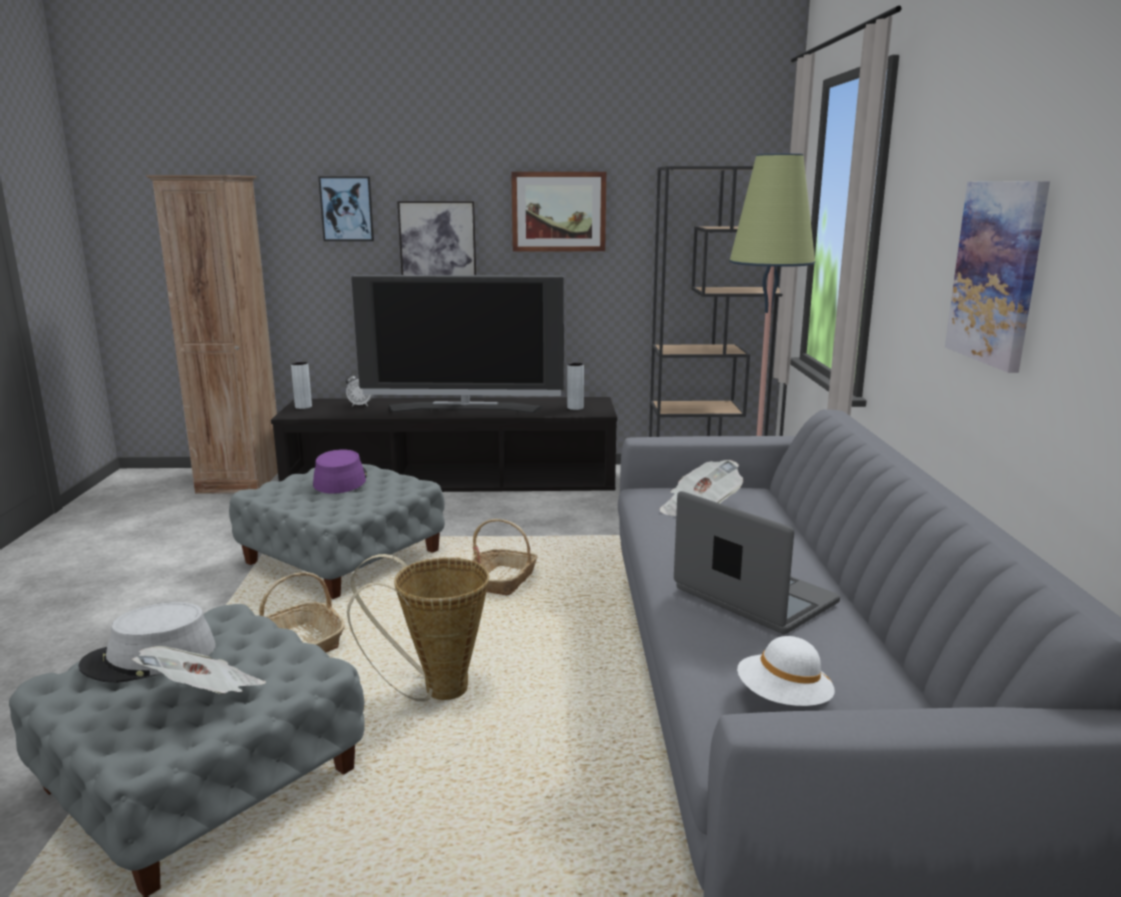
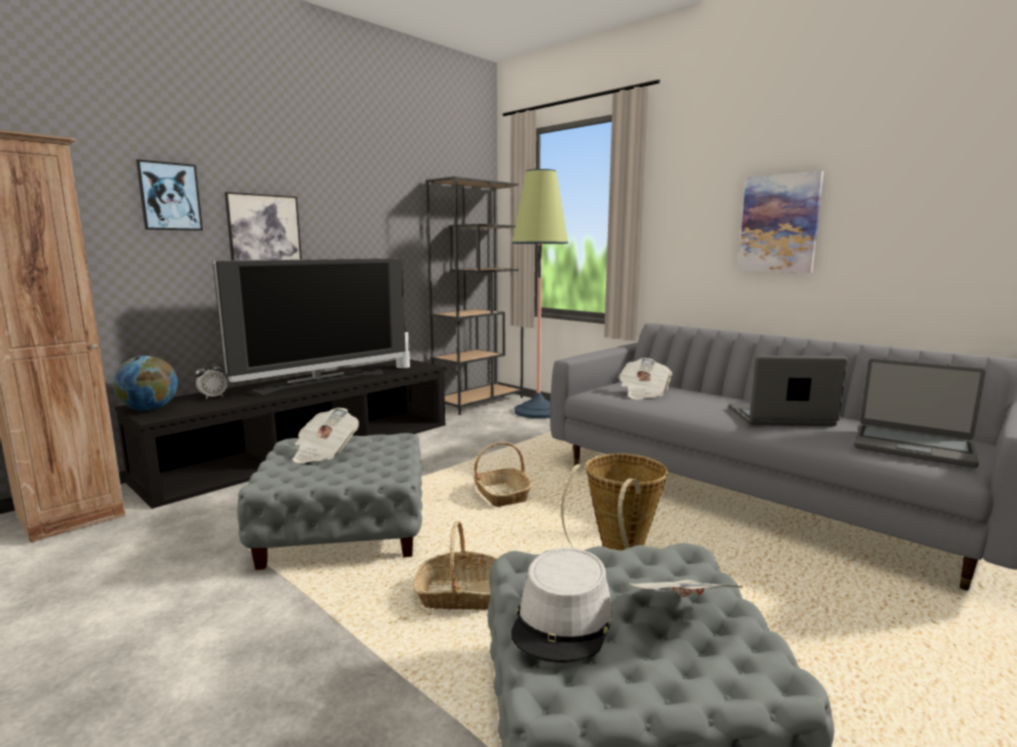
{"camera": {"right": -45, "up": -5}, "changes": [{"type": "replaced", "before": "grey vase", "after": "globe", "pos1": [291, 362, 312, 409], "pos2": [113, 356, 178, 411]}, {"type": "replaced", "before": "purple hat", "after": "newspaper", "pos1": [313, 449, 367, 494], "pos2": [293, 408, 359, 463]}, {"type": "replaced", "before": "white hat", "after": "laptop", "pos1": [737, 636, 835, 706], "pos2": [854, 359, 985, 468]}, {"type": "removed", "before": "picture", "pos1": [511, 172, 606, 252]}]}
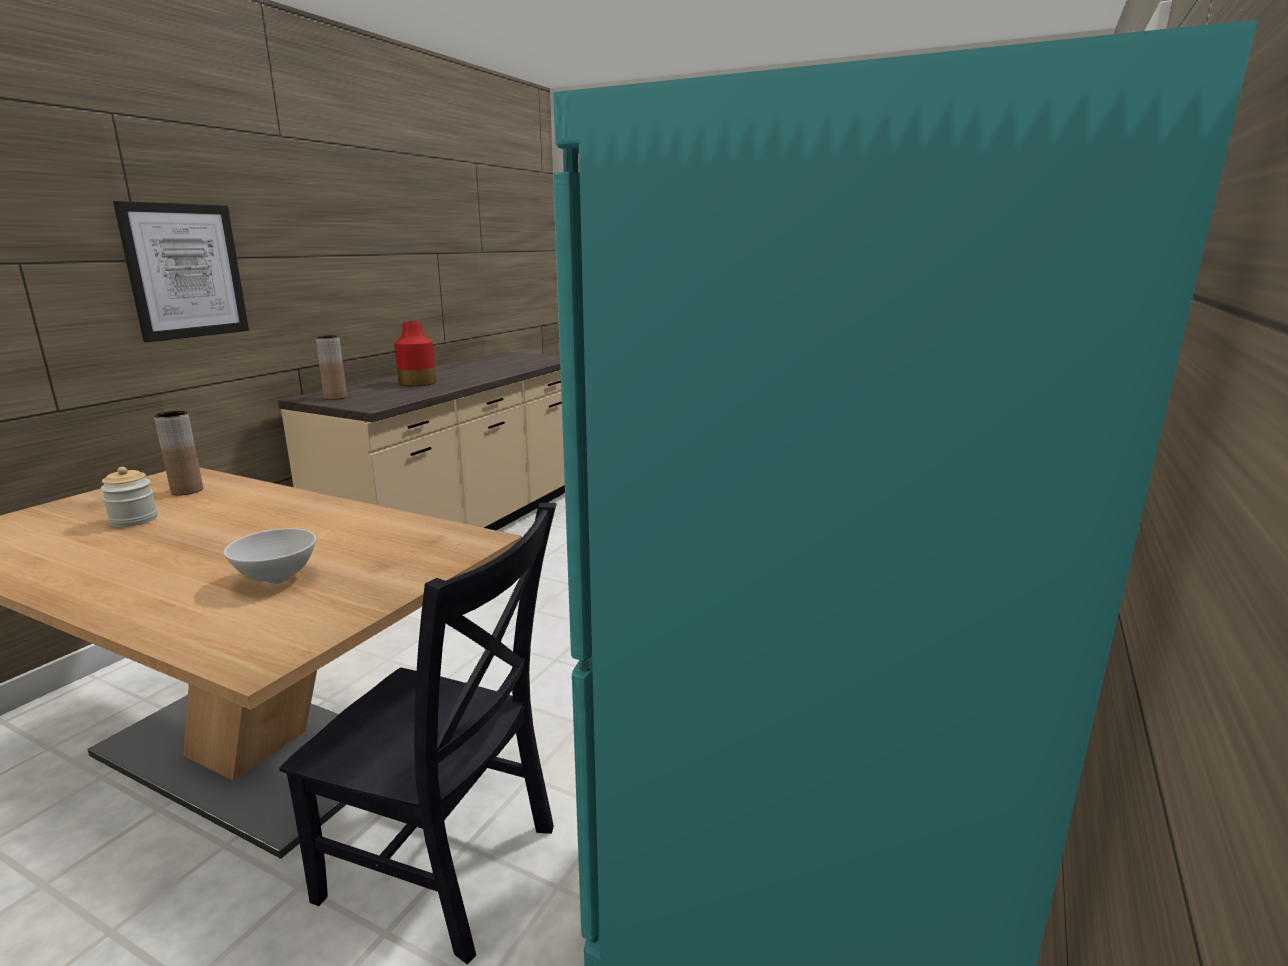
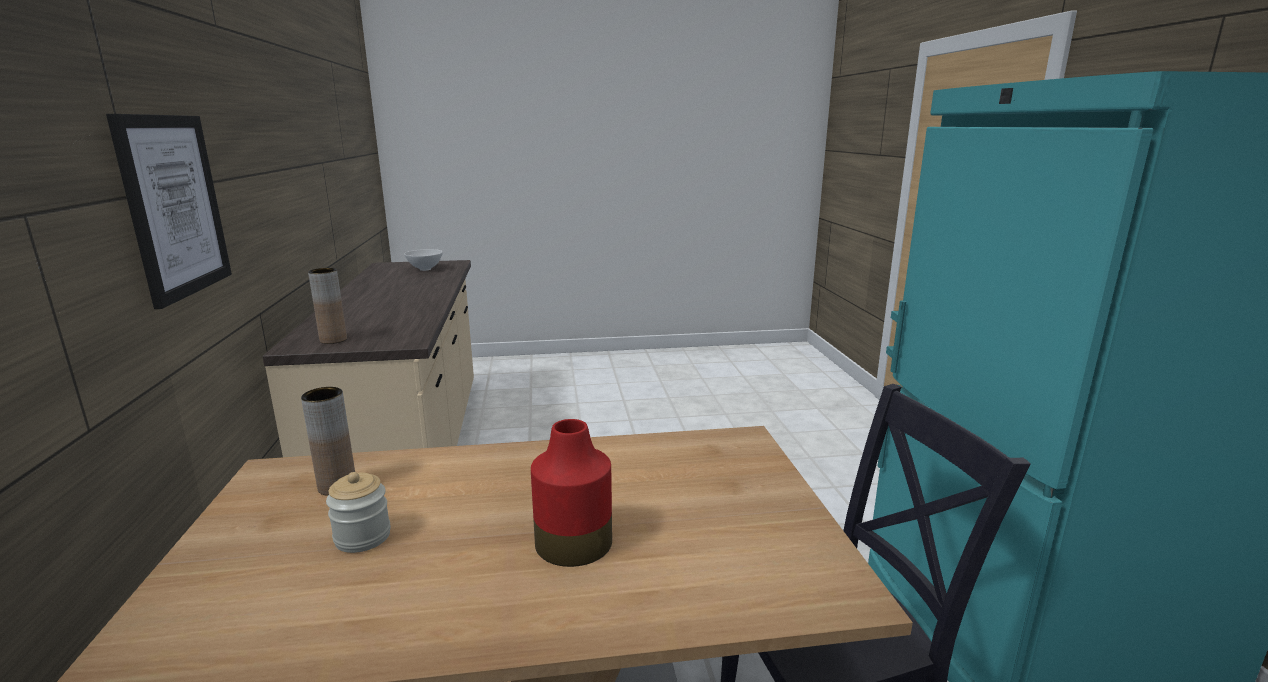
{"camera": {"right": -35, "up": 0}, "changes": [{"type": "moved", "before": "white bowl", "pos1": [224, 528, 316, 584], "pos2": [404, 249, 443, 271]}, {"type": "moved", "before": "red vase", "pos1": [394, 321, 436, 386], "pos2": [531, 419, 612, 567]}]}
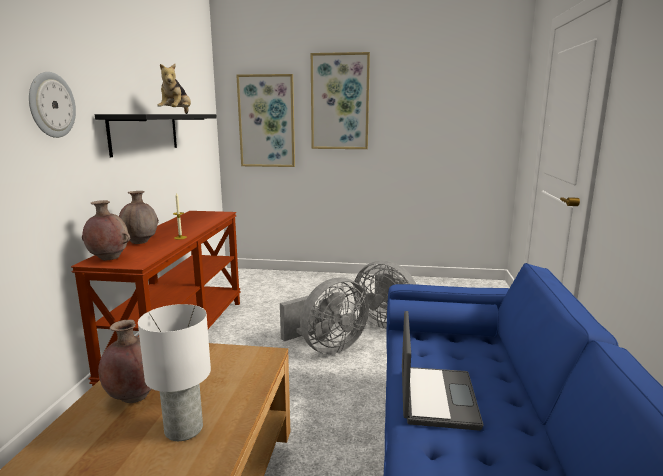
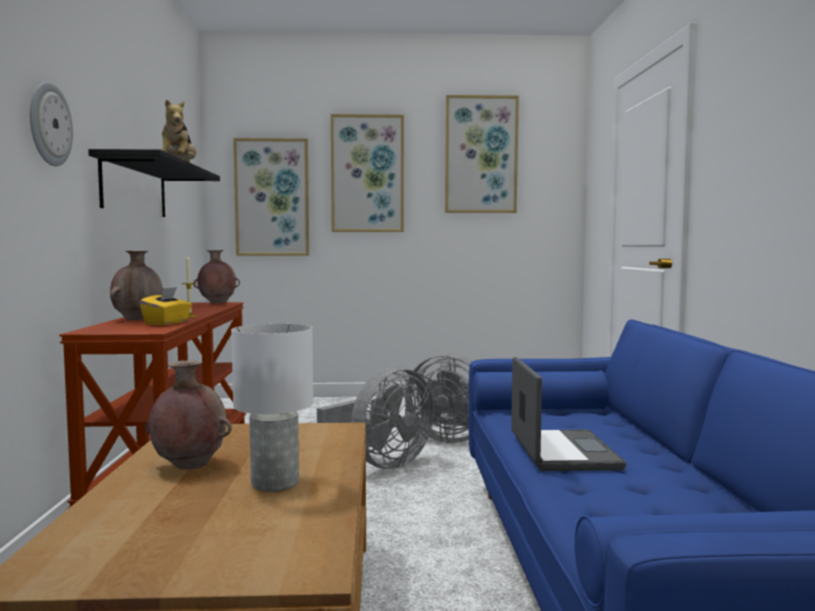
{"camera": {"right": -10, "up": -10}, "changes": [{"type": "added", "after": "yellow tissue box", "pos2": [139, 287, 192, 325]}, {"type": "moved", "before": "brown vase", "pos1": [82, 200, 130, 260], "pos2": [193, 250, 240, 304]}, {"type": "added", "after": "picture", "pos2": [445, 95, 519, 213]}]}
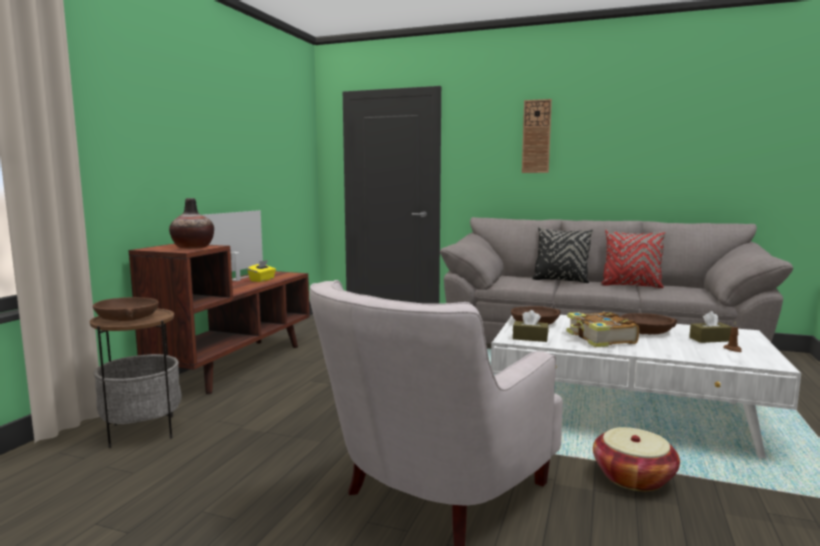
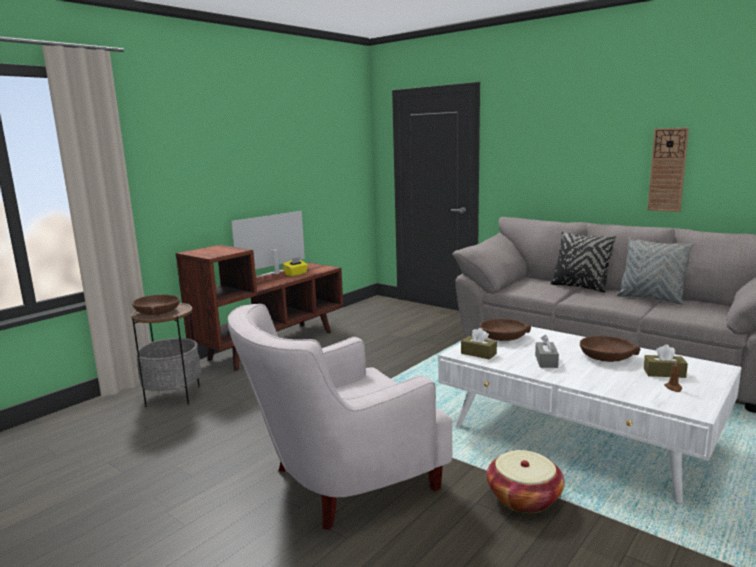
{"camera": {"right": 20, "up": 5}, "changes": [{"type": "replaced", "before": "book", "after": "grey tissue box", "pos1": [566, 311, 639, 347], "pos2": [535, 335, 559, 368]}, {"type": "recoloured", "before": "red pillow", "after": "grey pillow", "pos1": [601, 229, 666, 288], "pos2": [617, 237, 694, 305]}, {"type": "moved", "before": "wall clock", "pos1": [522, 99, 552, 173], "pos2": [648, 127, 689, 212]}, {"type": "removed", "before": "vase", "pos1": [169, 198, 214, 249]}]}
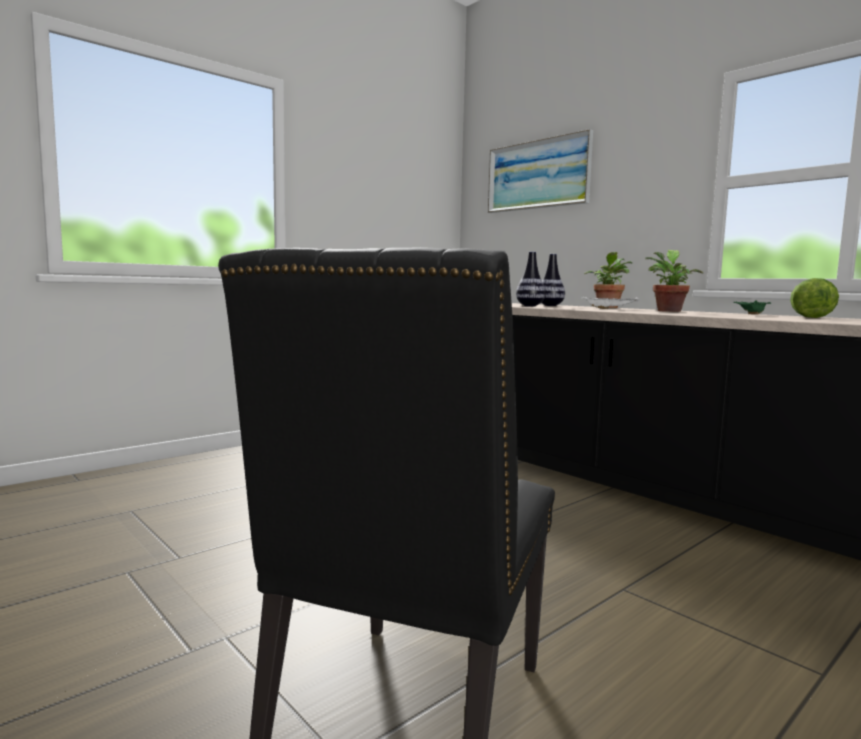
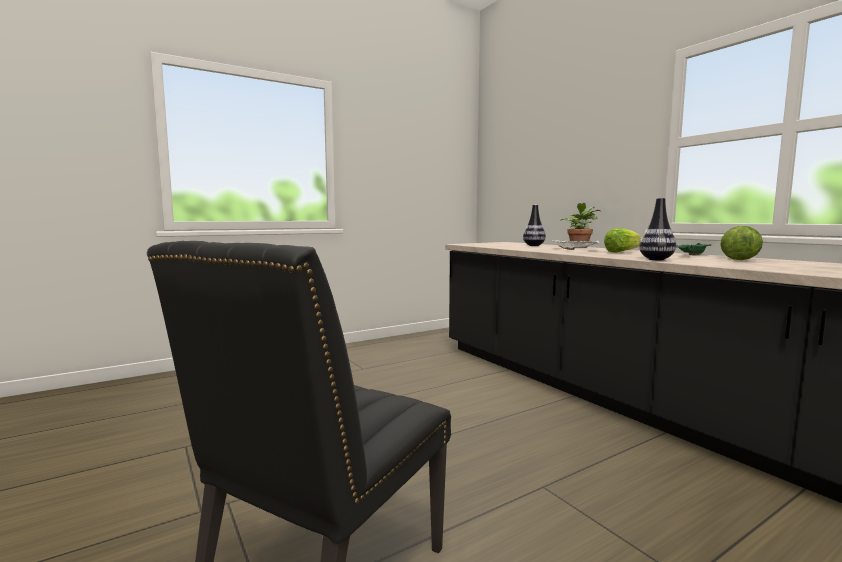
{"camera": {"right": 10, "up": 0}, "changes": [{"type": "replaced", "before": "potted plant", "after": "lettuce", "pos1": [645, 250, 703, 312], "pos2": [604, 228, 642, 253]}, {"type": "moved", "before": "vase", "pos1": [516, 252, 545, 306], "pos2": [639, 198, 676, 260]}, {"type": "removed", "before": "picture", "pos1": [488, 129, 593, 213]}]}
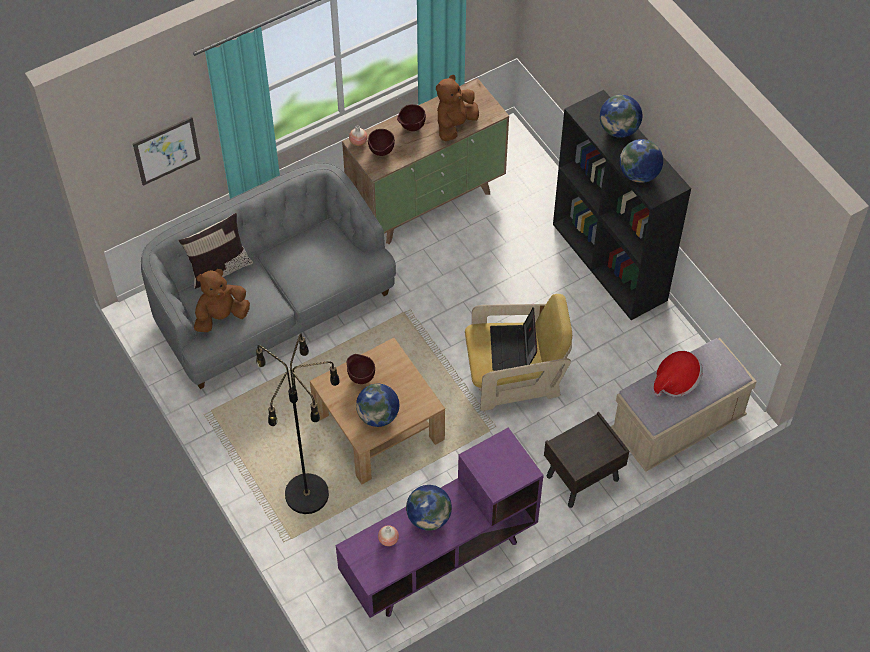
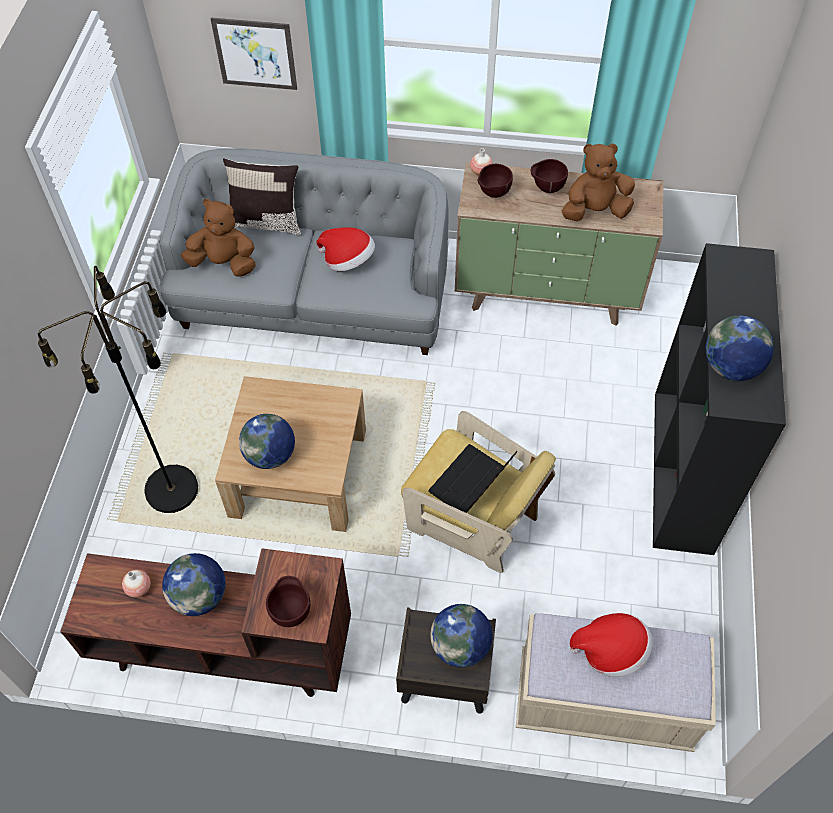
{"camera": {"right": 40, "up": 0}, "changes": [{"type": "recoloured", "before": "purple tv stand", "after": "brown tv stand", "pos1": [336, 428, 544, 618], "pos2": [60, 548, 351, 697]}, {"type": "moved", "before": "brown bowl", "pos1": [347, 354, 375, 384], "pos2": [266, 576, 310, 627]}, {"type": "added", "after": "hat", "pos2": [316, 227, 375, 271]}, {"type": "moved", "before": "globe", "pos1": [600, 95, 642, 138], "pos2": [430, 604, 493, 668]}]}
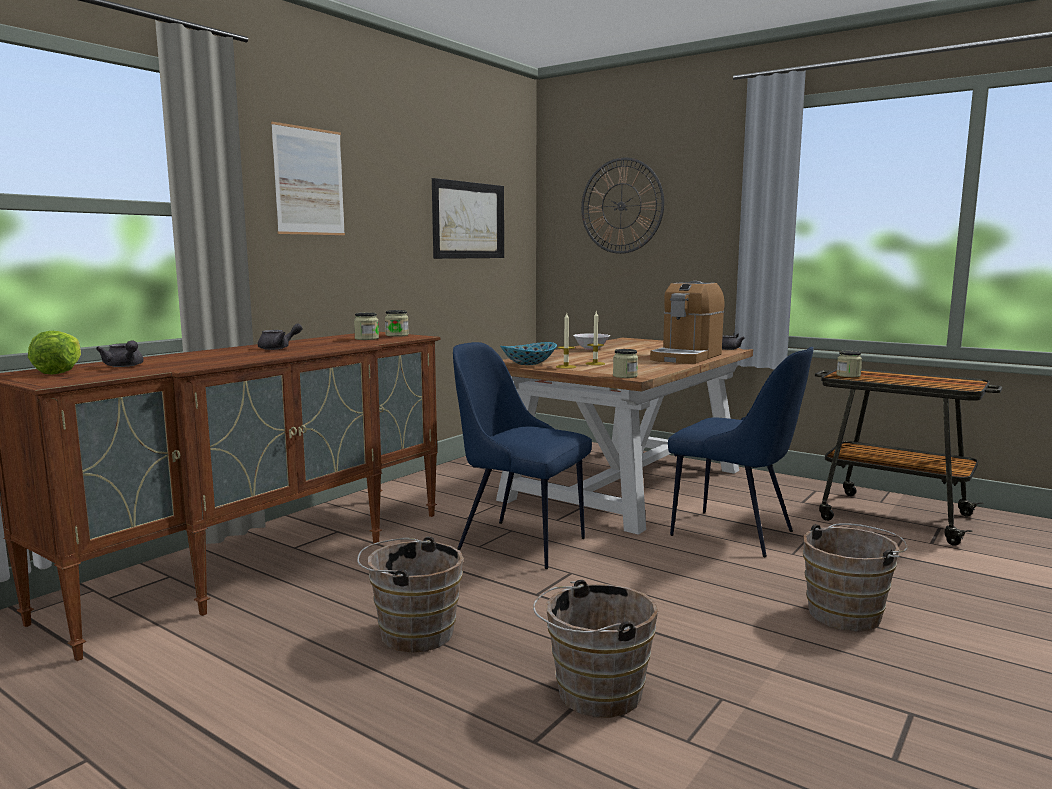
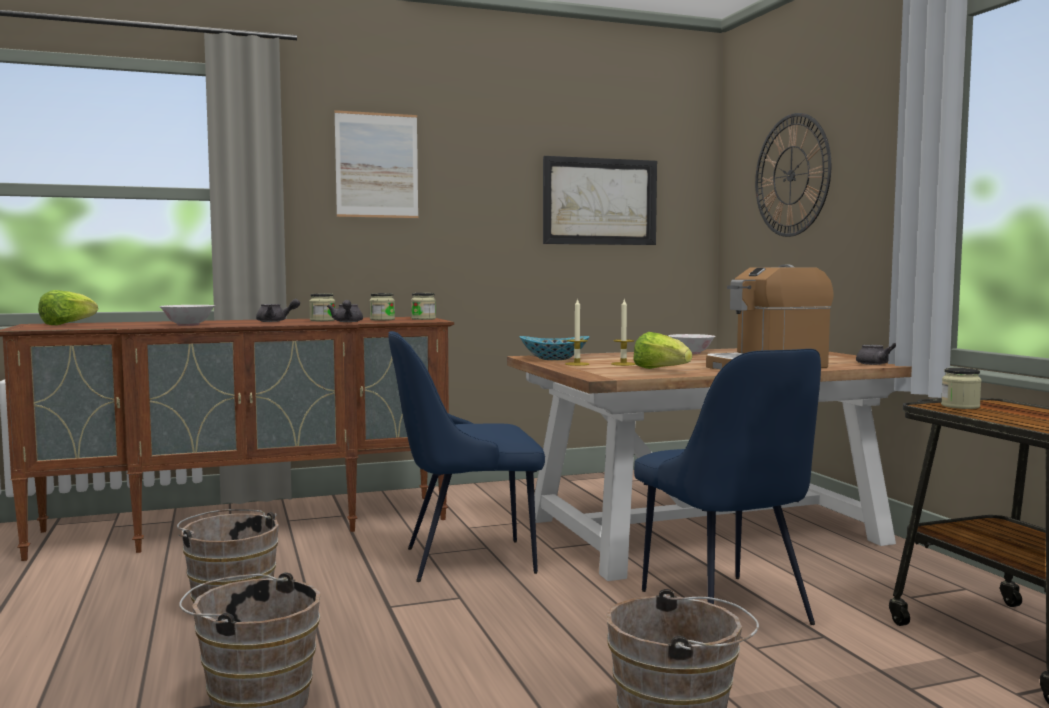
{"camera": {"right": 35, "up": -5}, "changes": [{"type": "added", "after": "white bowl", "pos2": [159, 305, 215, 326]}, {"type": "moved", "before": "jar", "pos1": [613, 349, 638, 378], "pos2": [309, 293, 335, 321]}, {"type": "moved", "before": "grey teapot", "pos1": [96, 340, 143, 367], "pos2": [327, 300, 363, 322]}, {"type": "turned", "before": "blue chair", "pos1": [453, 342, 592, 569], "pos2": [388, 331, 545, 582], "turn": -75}, {"type": "added", "after": "lettuce", "pos2": [633, 332, 692, 369]}]}
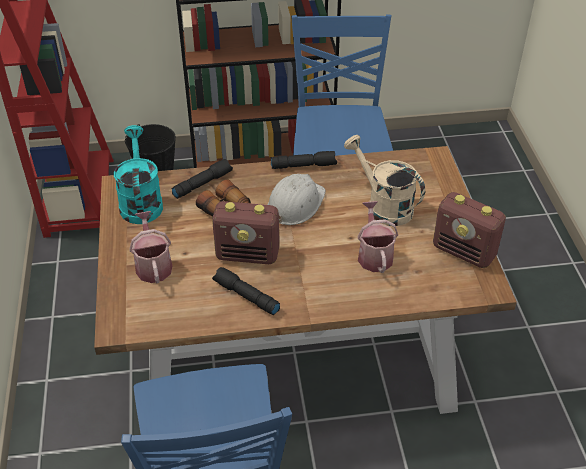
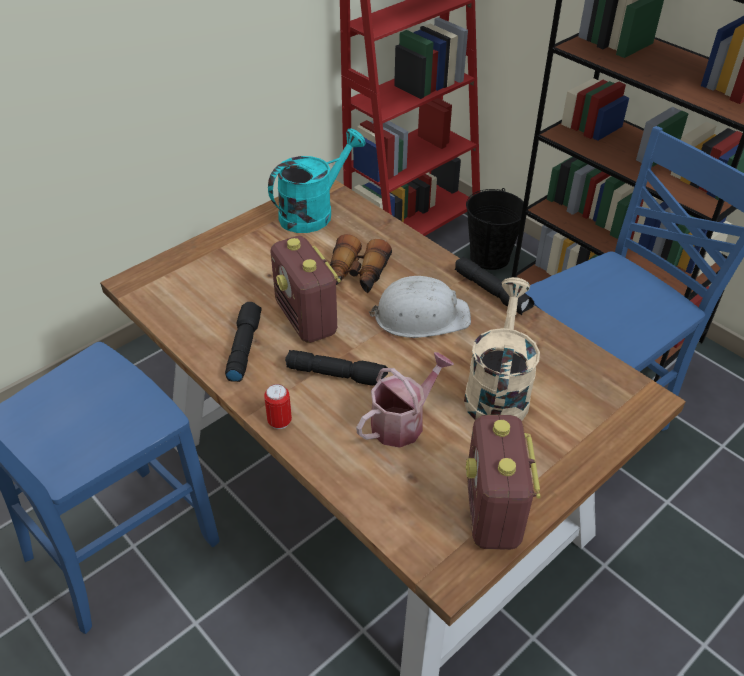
{"camera": {"right": 55, "up": 0}, "changes": [{"type": "added", "after": "can", "pos2": [264, 384, 292, 429]}, {"type": "moved", "before": "black flashlight", "pos1": [171, 159, 233, 199], "pos2": [285, 350, 388, 386]}, {"type": "removed", "before": "watering can", "pos1": [129, 211, 172, 283]}]}
